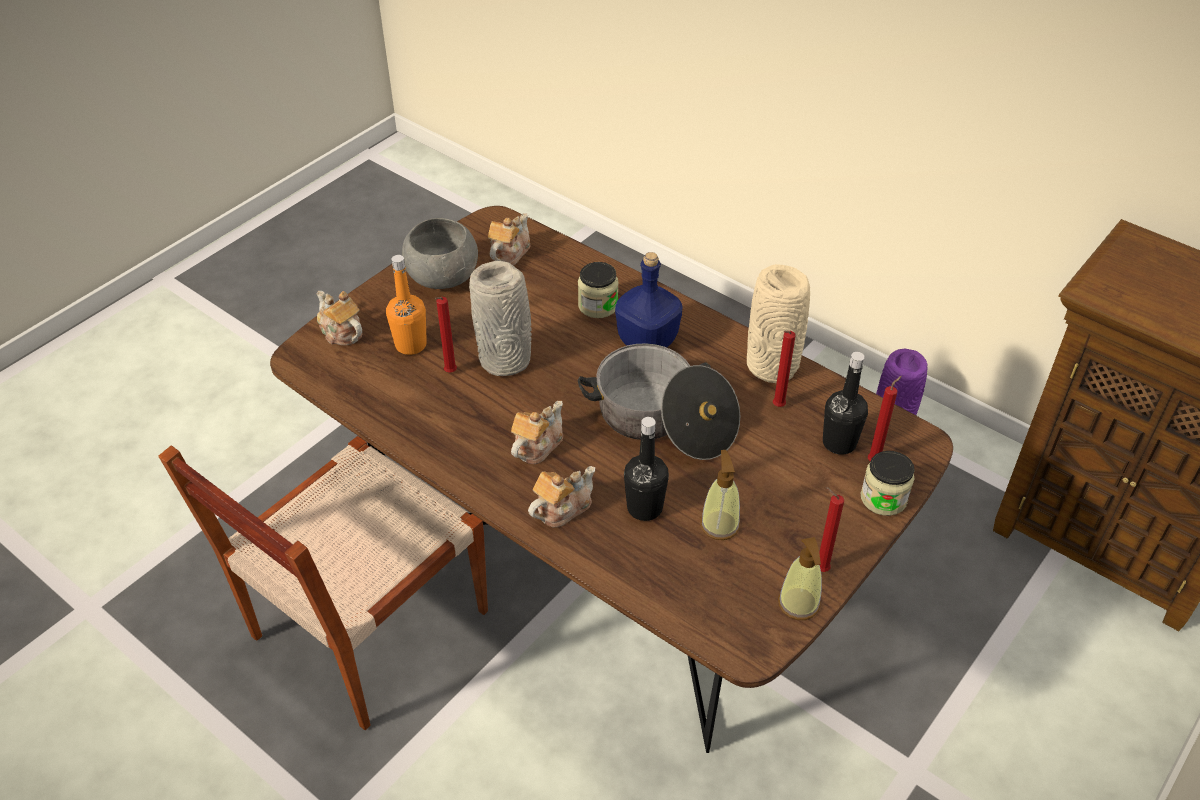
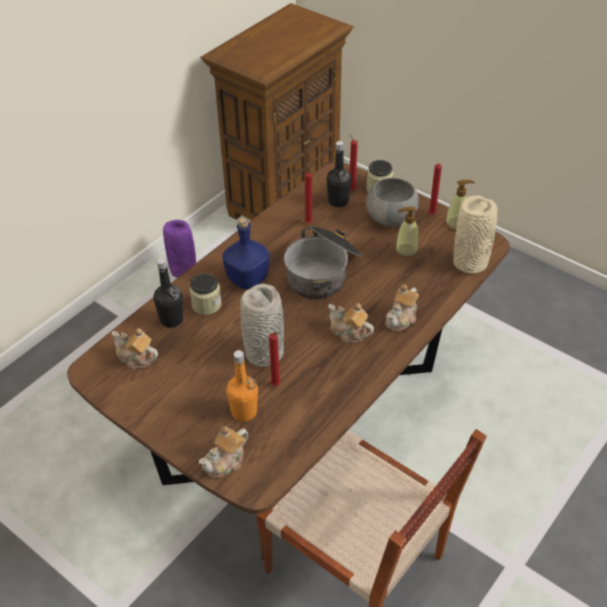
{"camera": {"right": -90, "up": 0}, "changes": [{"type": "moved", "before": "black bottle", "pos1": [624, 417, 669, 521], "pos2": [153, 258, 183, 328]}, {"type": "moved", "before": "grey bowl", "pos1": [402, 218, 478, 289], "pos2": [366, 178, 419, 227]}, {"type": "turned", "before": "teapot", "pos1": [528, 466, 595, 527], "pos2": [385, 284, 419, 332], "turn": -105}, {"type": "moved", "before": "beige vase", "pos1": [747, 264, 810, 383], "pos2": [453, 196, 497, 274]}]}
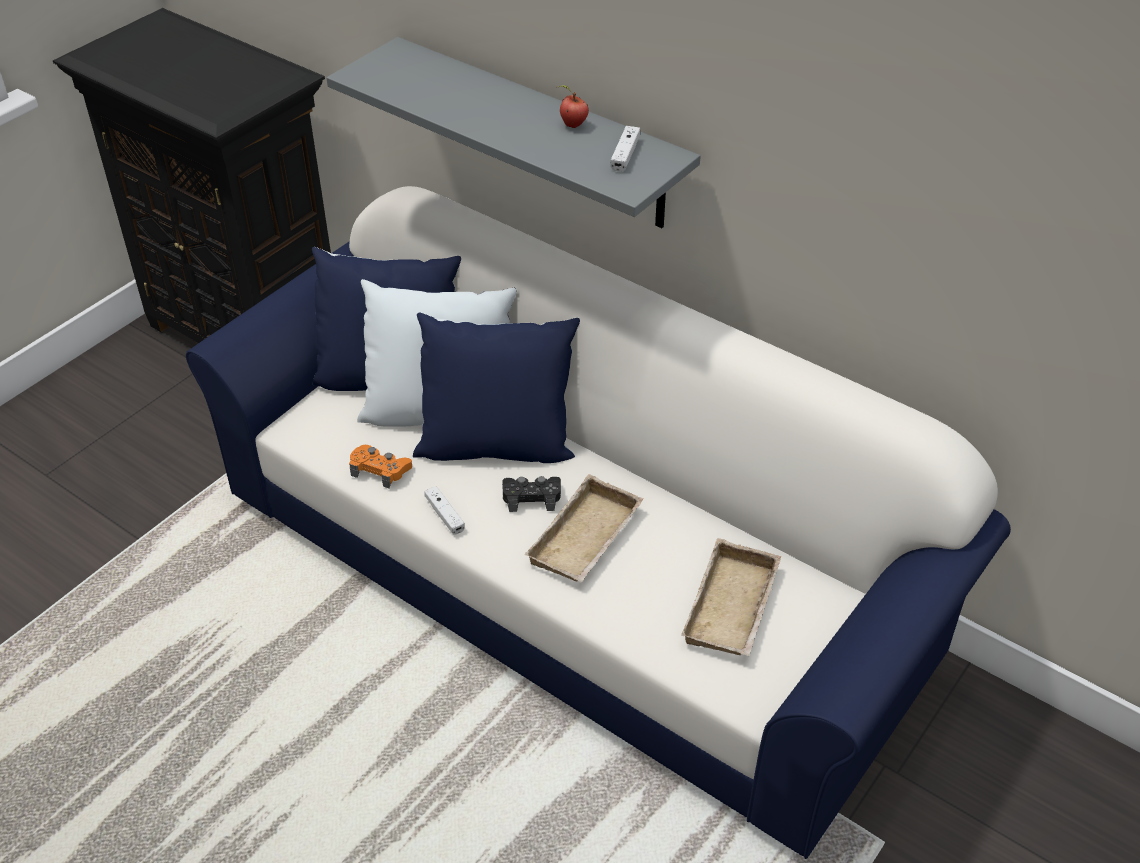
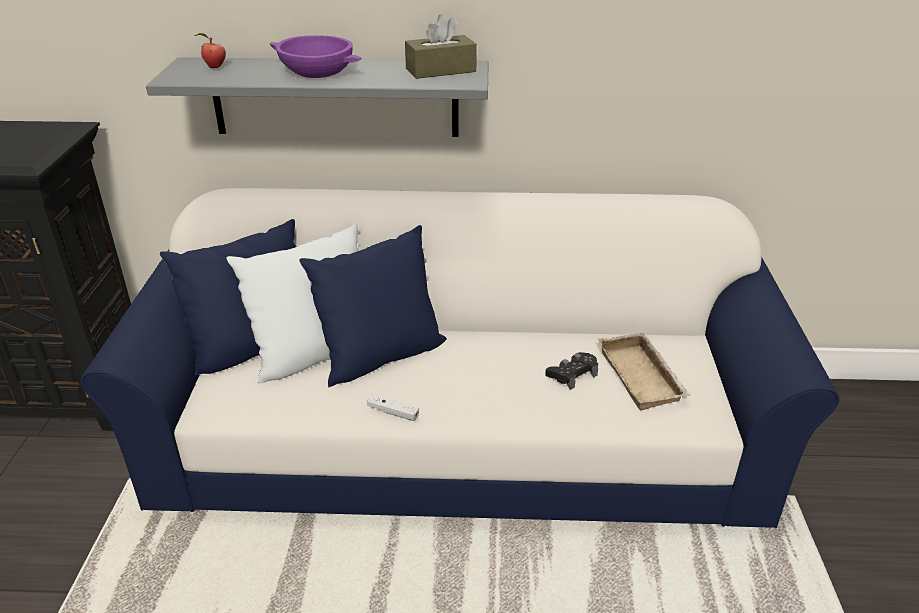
{"camera": {"right": -35, "up": -10}, "changes": [{"type": "moved", "before": "apple", "pos1": [559, 85, 589, 128], "pos2": [194, 33, 226, 68]}, {"type": "added", "after": "purple bowl", "pos2": [270, 35, 362, 78]}, {"type": "replaced", "before": "white game controller", "after": "brown tissue box", "pos1": [611, 126, 640, 172], "pos2": [405, 14, 477, 79]}, {"type": "moved", "before": "black game controller", "pos1": [502, 476, 561, 512], "pos2": [545, 352, 598, 390]}, {"type": "removed", "before": "orange game controller", "pos1": [349, 445, 412, 488]}, {"type": "removed", "before": "beige tray", "pos1": [524, 474, 643, 582]}]}
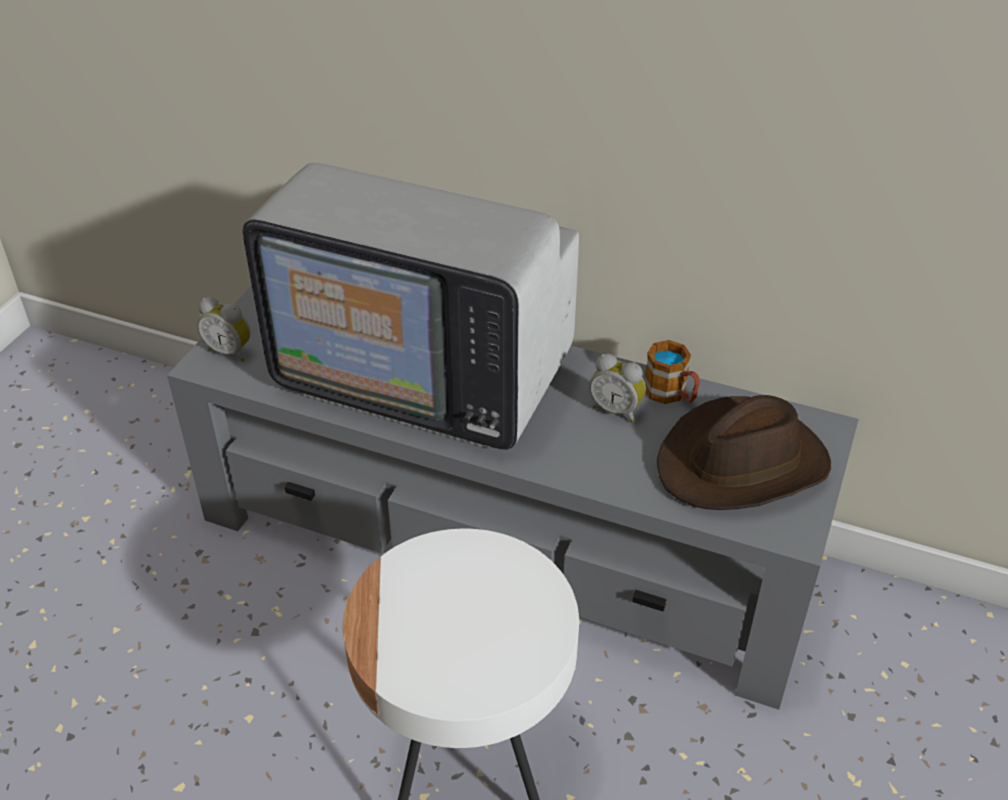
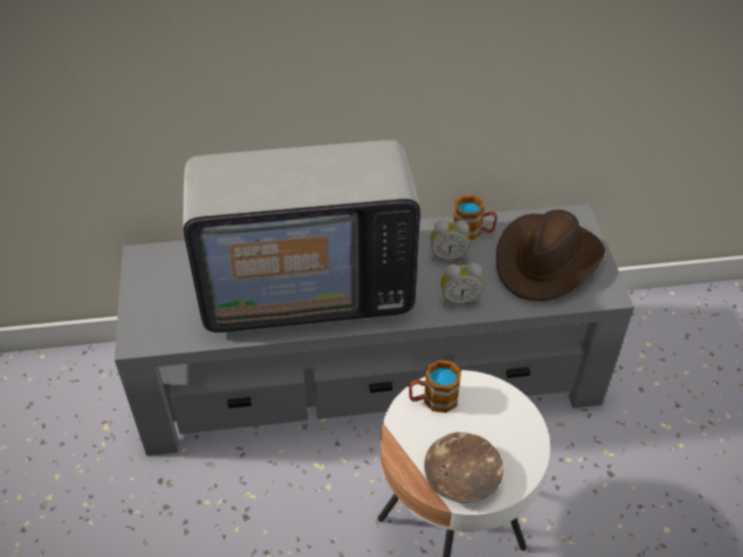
{"camera": {"right": -30, "up": 5}, "changes": [{"type": "added", "after": "mug", "pos2": [409, 360, 461, 413]}, {"type": "added", "after": "brown bowl", "pos2": [424, 432, 504, 503]}, {"type": "moved", "before": "alarm clock", "pos1": [197, 297, 251, 362], "pos2": [441, 263, 483, 305]}]}
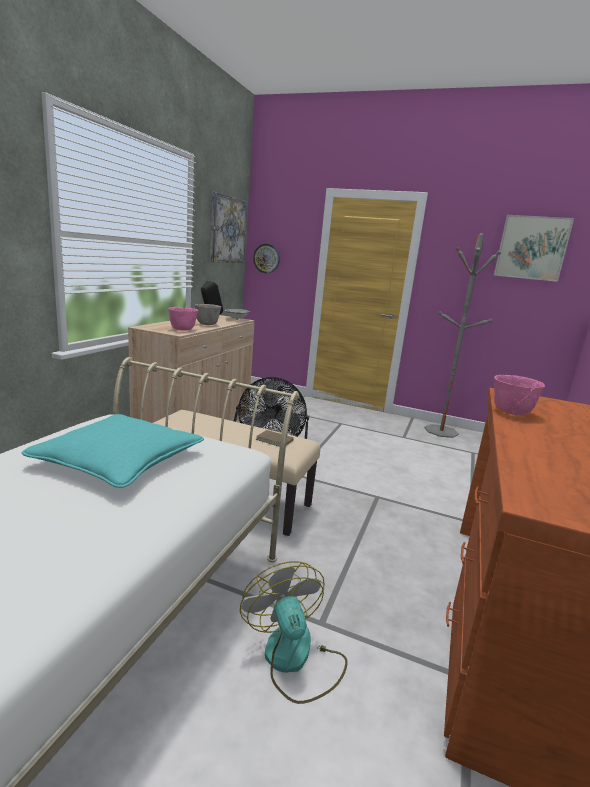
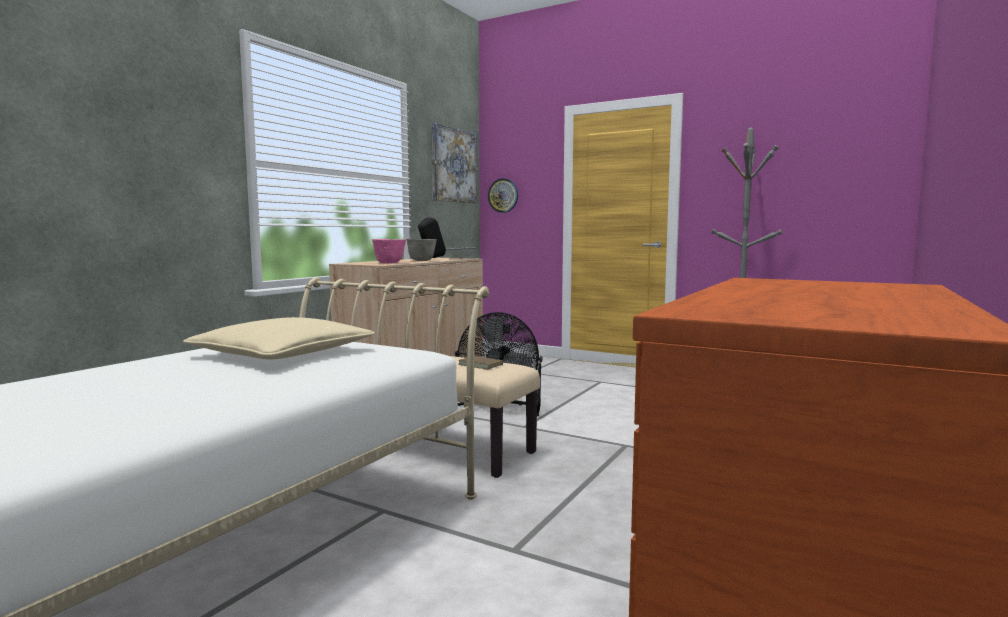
{"camera": {"right": 10, "up": -10}, "changes": [{"type": "recoloured", "before": "turquoise pillow", "after": "beige pillow", "pos1": [22, 414, 204, 488], "pos2": [183, 317, 375, 359]}, {"type": "removed", "before": "fan", "pos1": [240, 561, 348, 704]}, {"type": "removed", "before": "picture", "pos1": [494, 215, 574, 282]}, {"type": "removed", "before": "pink bowl", "pos1": [494, 375, 545, 415]}]}
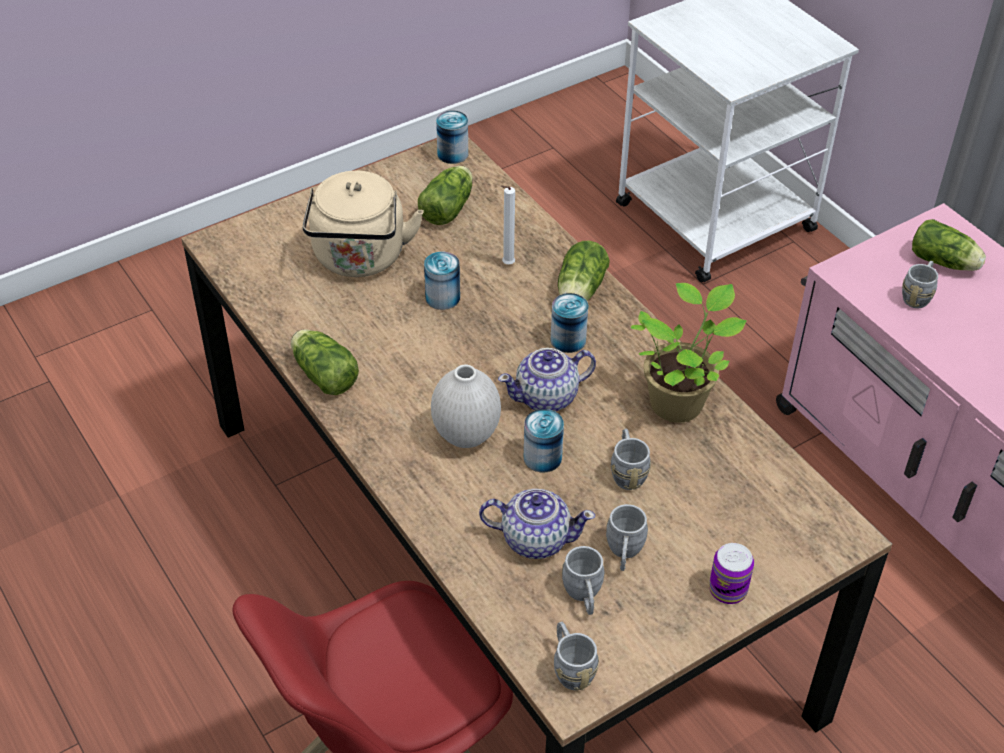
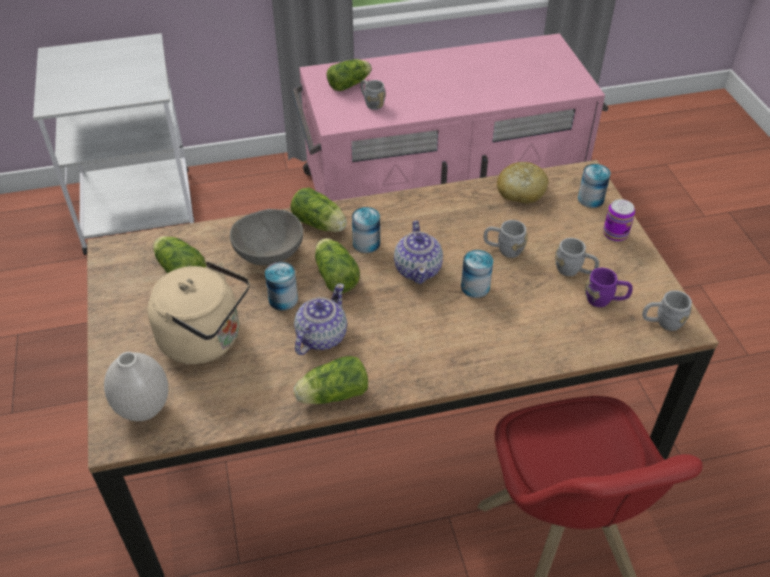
{"camera": {"right": -70, "up": 0}, "changes": [{"type": "moved", "before": "white vase", "pos1": [431, 365, 501, 448], "pos2": [104, 352, 168, 421]}, {"type": "replaced", "before": "white candle", "after": "grey bowl", "pos1": [501, 186, 515, 264], "pos2": [230, 209, 303, 266]}, {"type": "moved", "before": "teapot", "pos1": [479, 489, 595, 559], "pos2": [294, 283, 347, 355]}, {"type": "added", "after": "lettuce", "pos2": [315, 238, 360, 293]}, {"type": "added", "after": "bread", "pos2": [497, 162, 548, 204]}, {"type": "moved", "before": "can", "pos1": [436, 111, 468, 164], "pos2": [578, 164, 611, 208]}, {"type": "recoloured", "before": "grey mug", "after": "purple mug", "pos1": [562, 546, 604, 615], "pos2": [585, 268, 633, 307]}, {"type": "removed", "before": "potted plant", "pos1": [631, 283, 747, 423]}]}
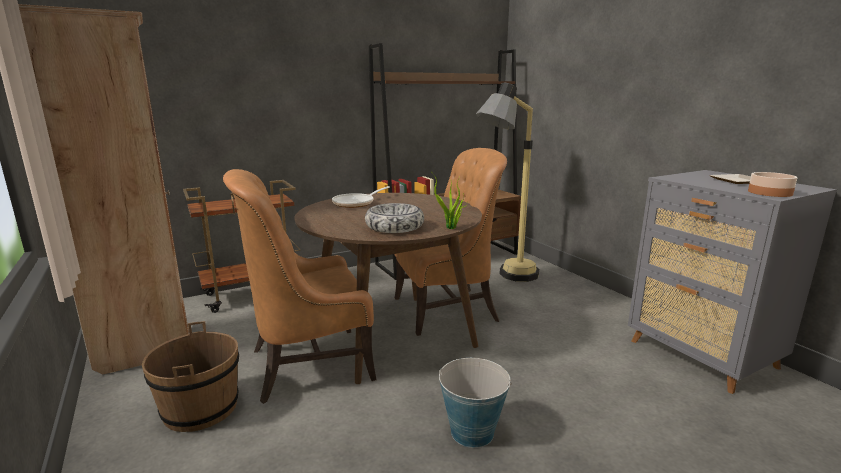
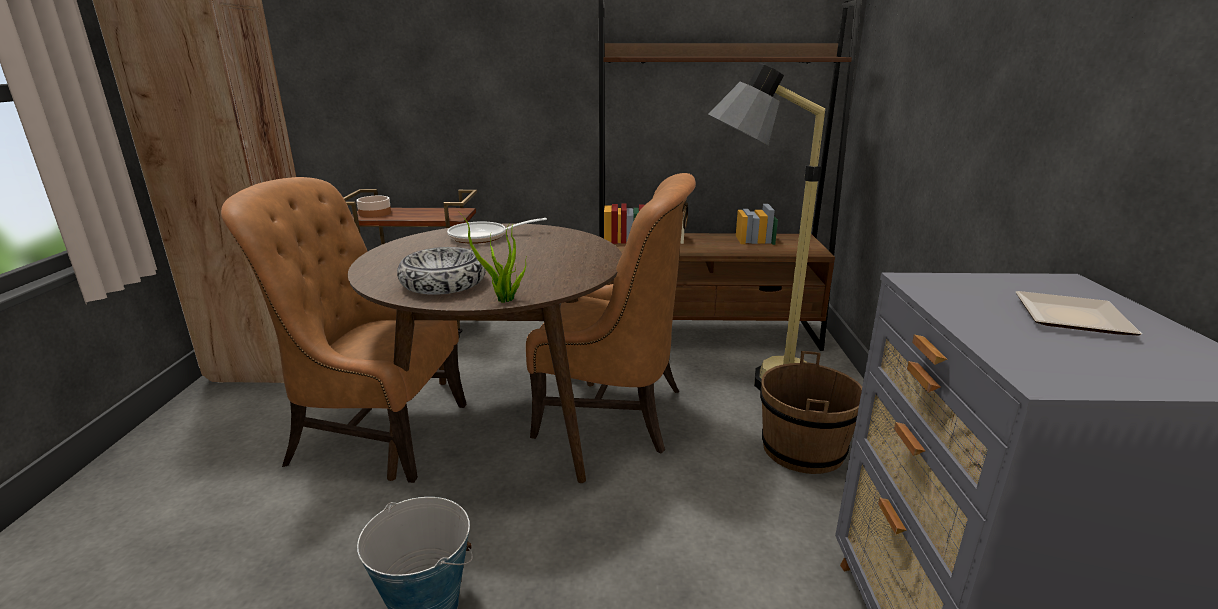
{"camera": {"right": 30, "up": 5}, "changes": [{"type": "moved", "before": "bowl", "pos1": [748, 172, 797, 197], "pos2": [356, 196, 391, 217]}, {"type": "moved", "before": "brown bucket", "pos1": [142, 321, 239, 432], "pos2": [760, 351, 862, 474]}]}
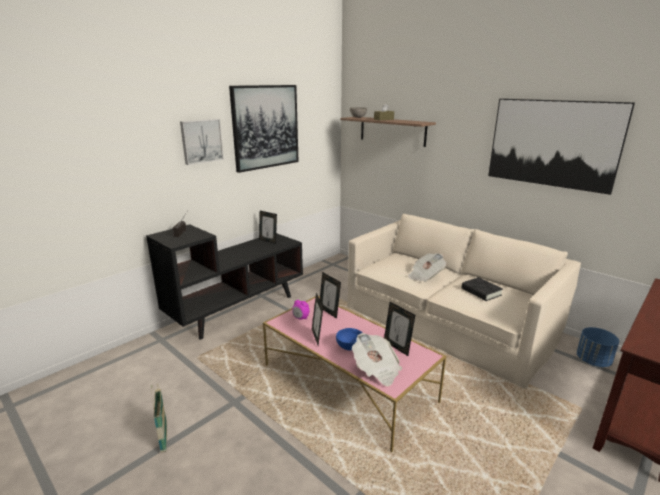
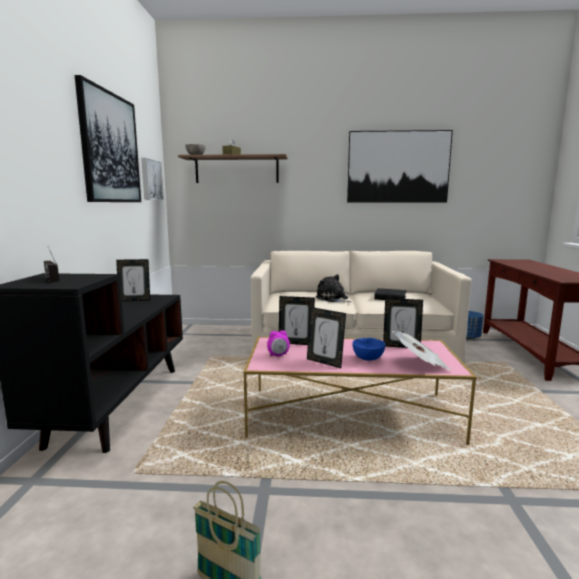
{"camera": {"right": -40, "up": -10}, "changes": [{"type": "moved", "before": "picture", "pos1": [180, 119, 224, 165], "pos2": [141, 158, 164, 200]}, {"type": "replaced", "before": "newspaper", "after": "plush toy", "pos1": [408, 253, 446, 282], "pos2": [316, 274, 351, 303]}]}
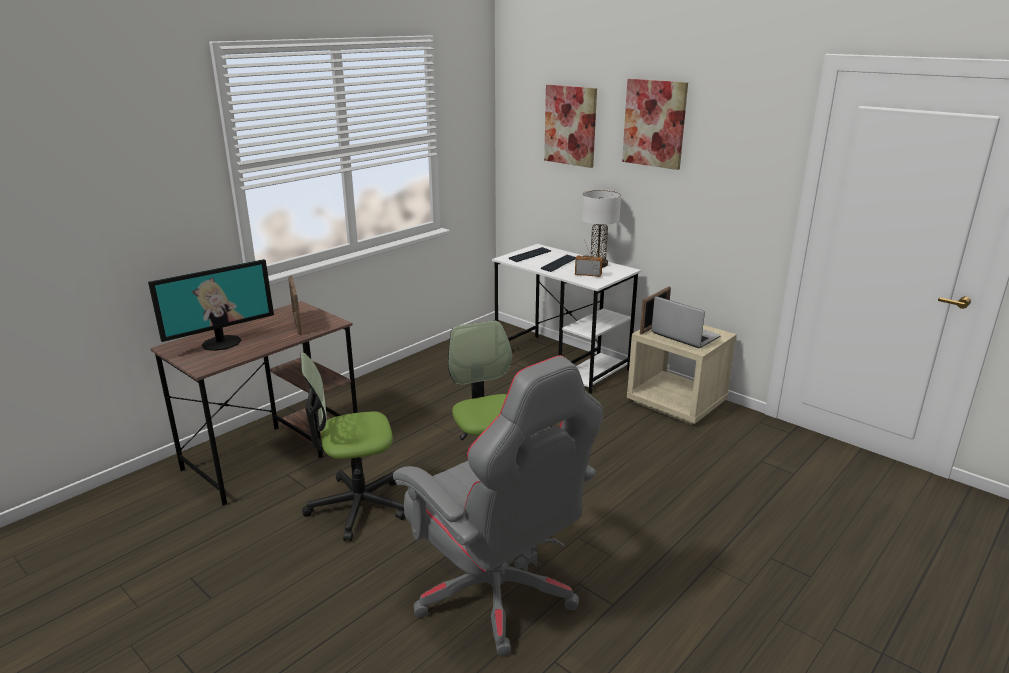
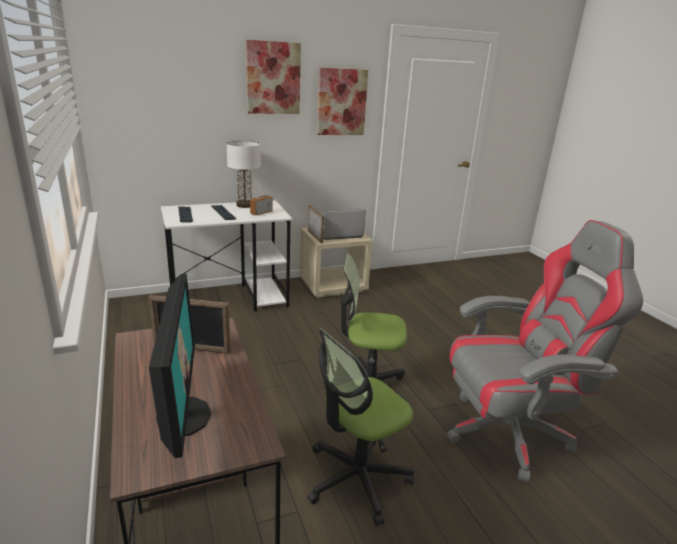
{"camera": {"right": -65, "up": 0}, "changes": [{"type": "turned", "before": "office chair", "pos1": [300, 352, 405, 541], "pos2": [307, 327, 414, 526], "turn": 45}, {"type": "moved", "before": "picture", "pos1": [544, 85, 597, 168], "pos2": [317, 68, 368, 135]}]}
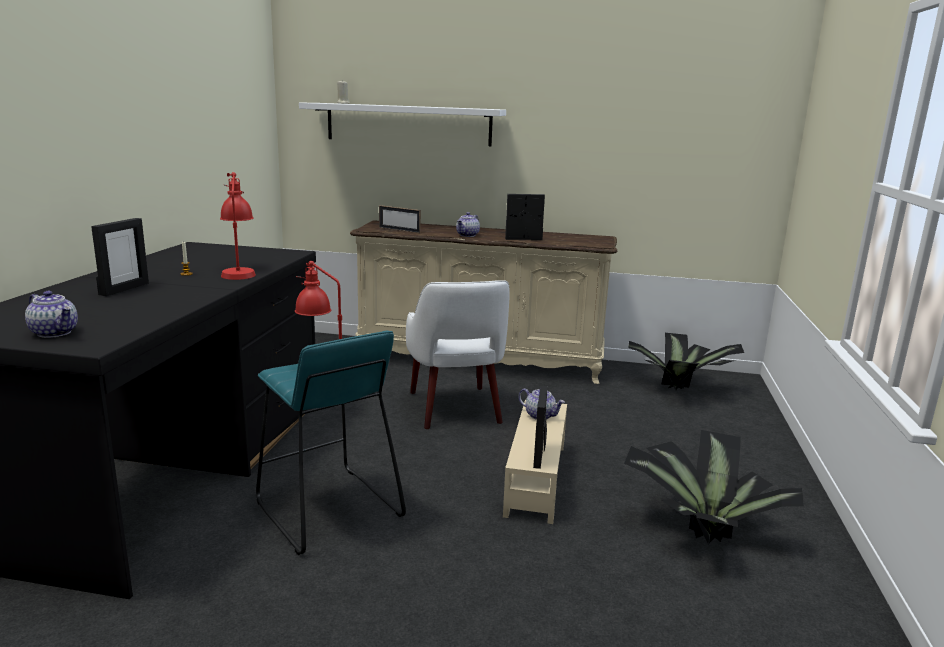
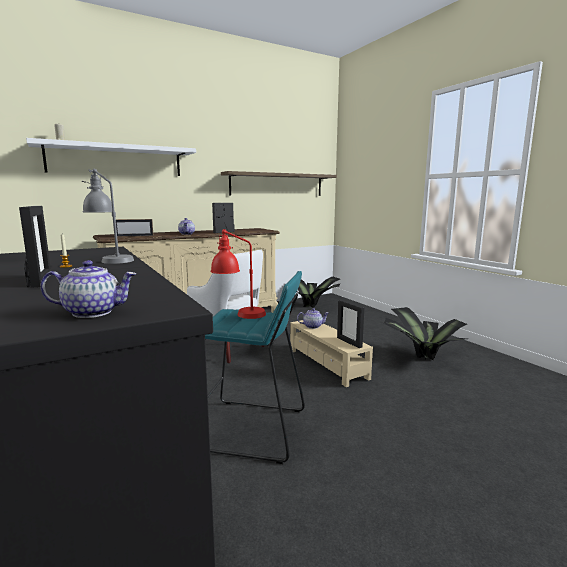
{"camera": {"right": -40, "up": -5}, "changes": [{"type": "recoloured", "before": "red table lamp", "after": "grey table lamp", "pos1": [220, 172, 256, 280], "pos2": [82, 169, 134, 264]}, {"type": "added", "after": "shelf", "pos2": [221, 171, 337, 196]}]}
